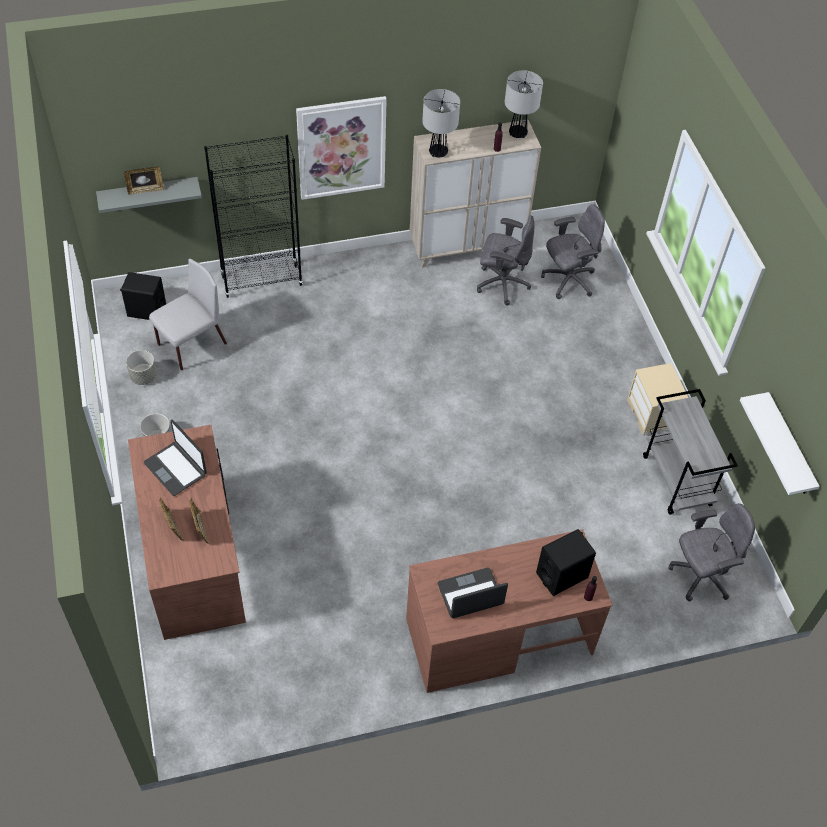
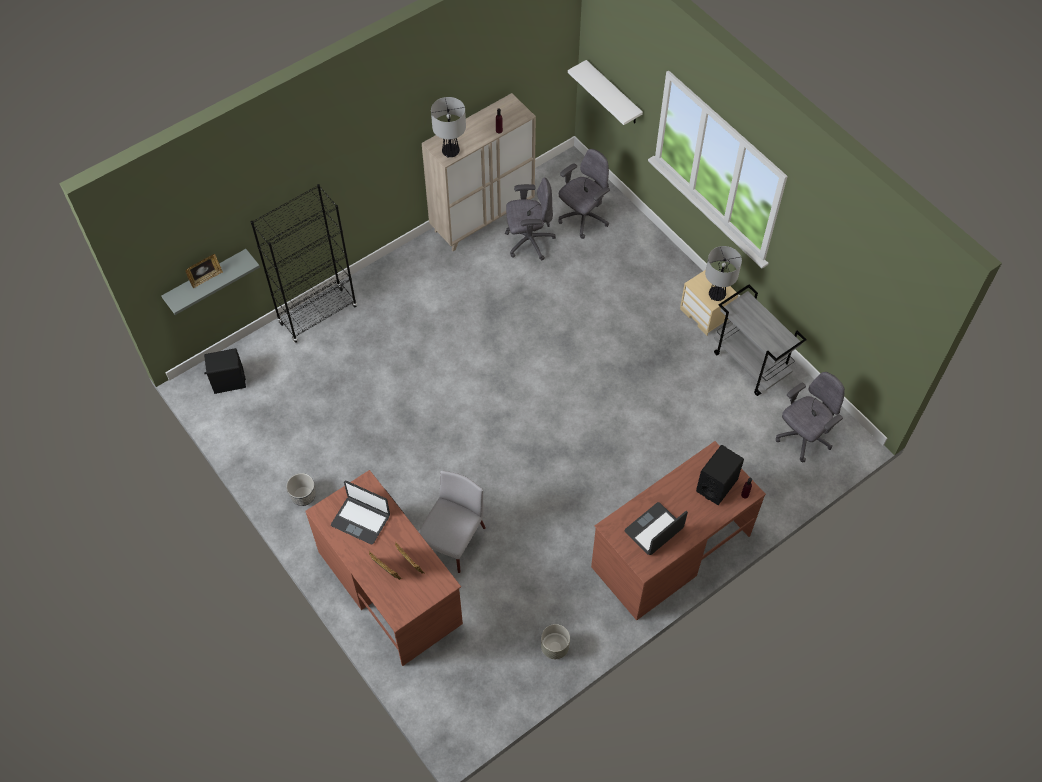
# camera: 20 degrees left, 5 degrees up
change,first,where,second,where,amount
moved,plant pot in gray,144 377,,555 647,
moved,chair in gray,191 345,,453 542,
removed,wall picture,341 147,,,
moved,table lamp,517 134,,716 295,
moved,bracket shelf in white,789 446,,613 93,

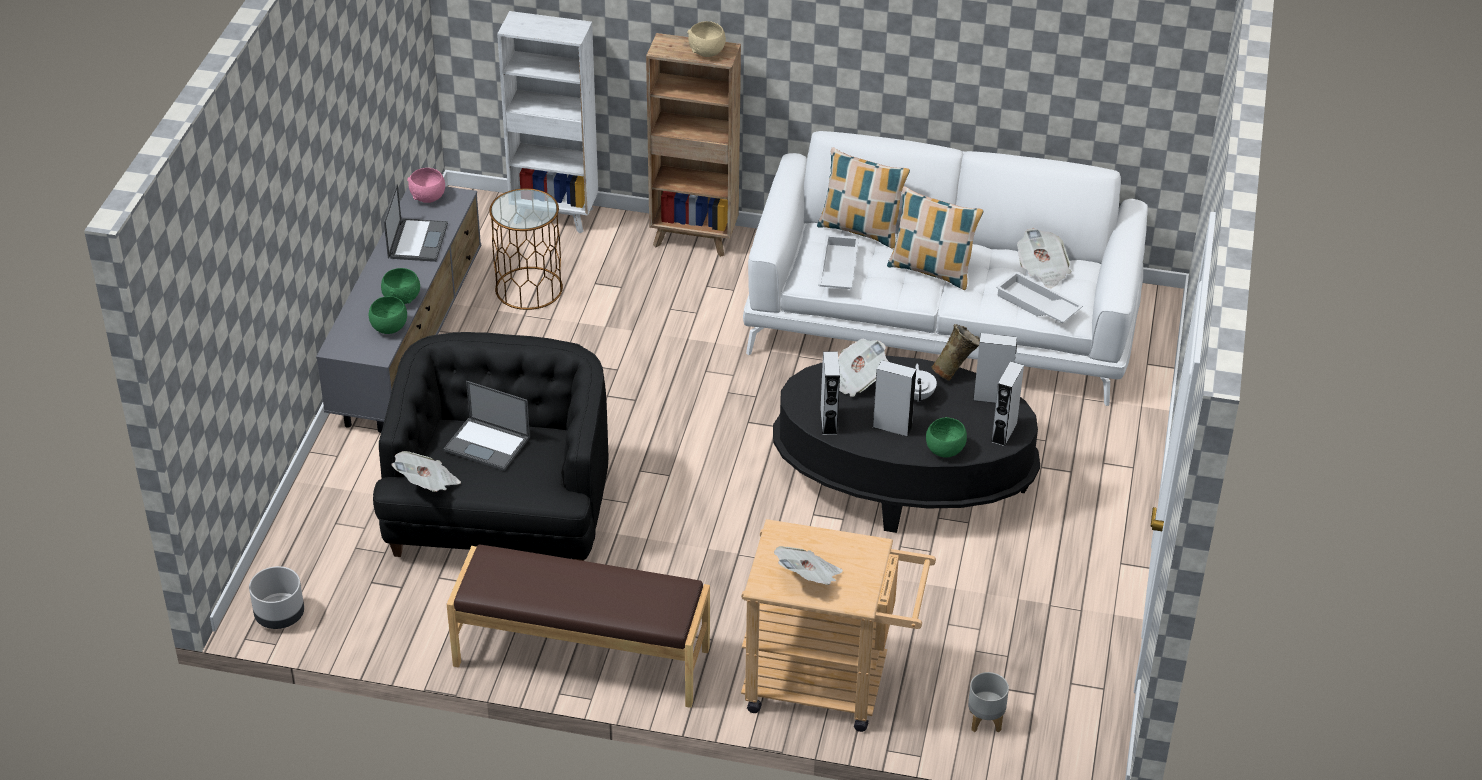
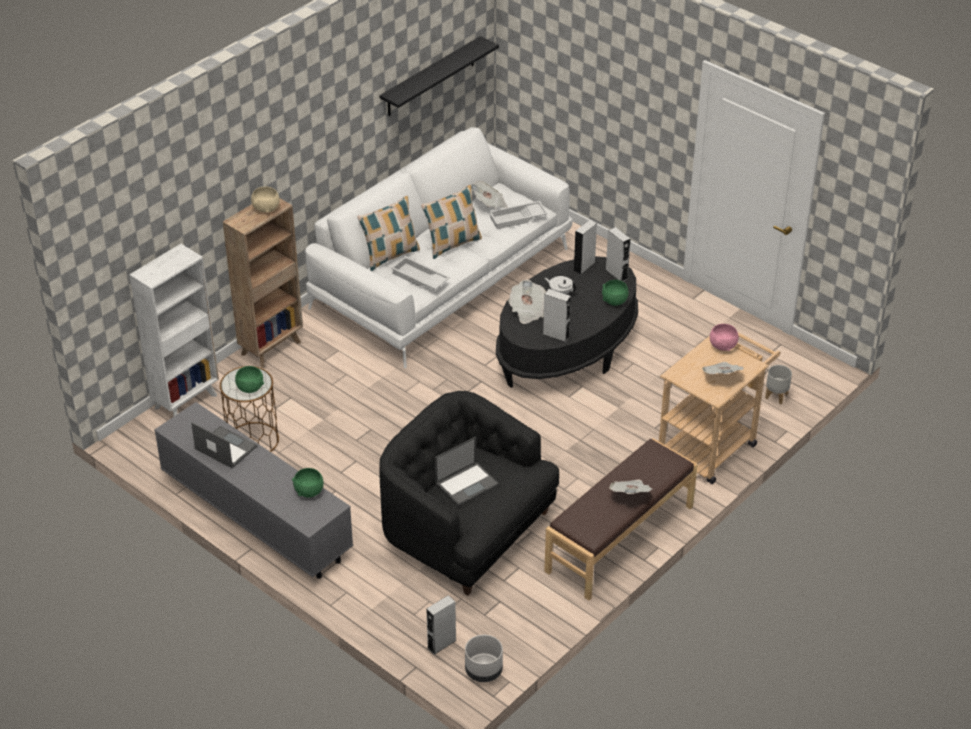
# camera: 60 degrees left, 0 degrees up
change,first,where,second,where,amount
moved,serving bowl in green,402 298,,250 388,
moved,printed paper,427 484,,630 495,
moved,serving bowl in pink,428 197,,723 346,
moved,speaker in gray,892 427,,441 644,
removed,decorative vase in sand-coloured,955 372,,,
added,,,bracket shelf in blackish,431 77,

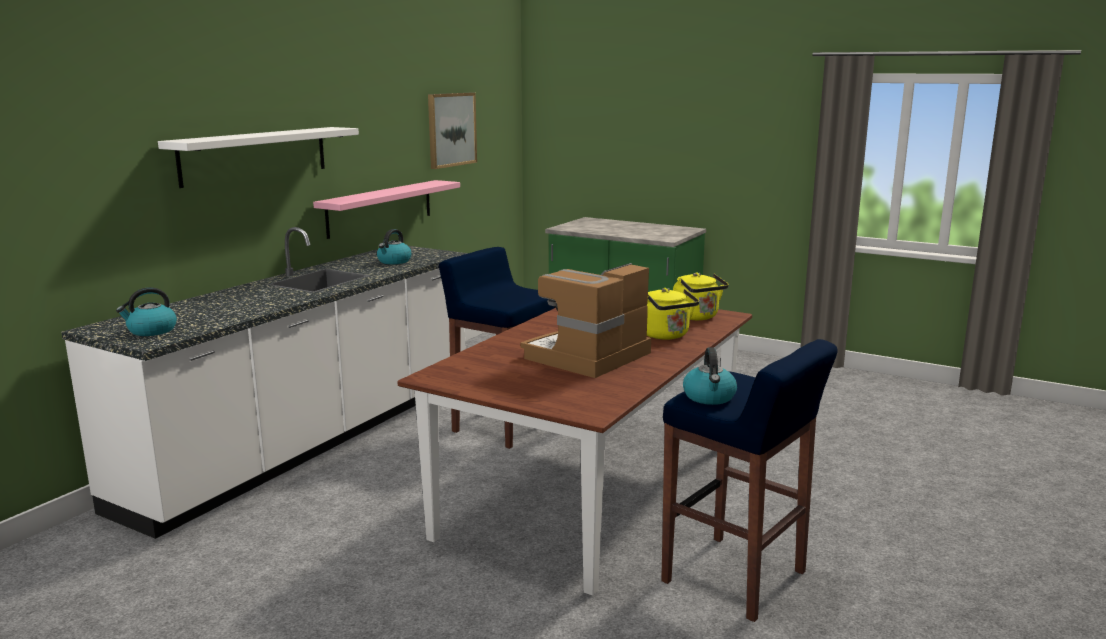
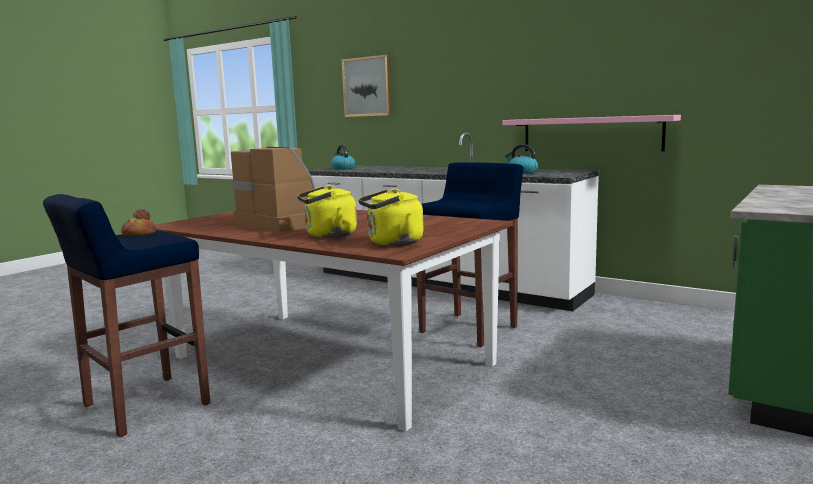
# camera: 95 degrees right, 5 degrees down
change,first,where,second,where,amount
removed,bracket shelf in white,255 155,,,
moved,wall picture,451 129,,367 87,
replaced,water kettle,709 397,bread,139 234,

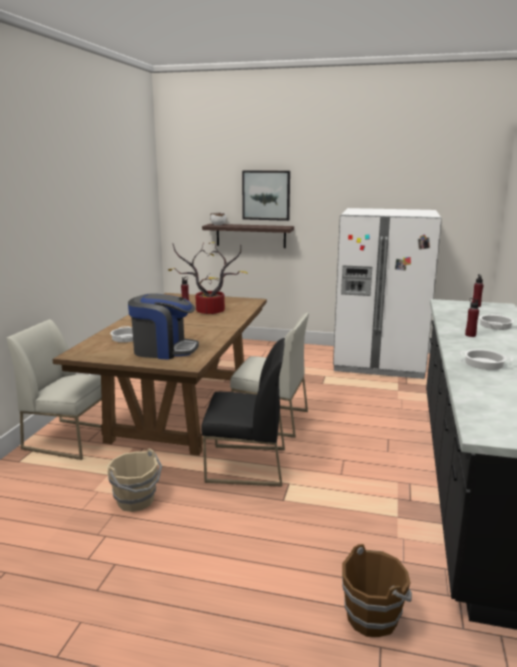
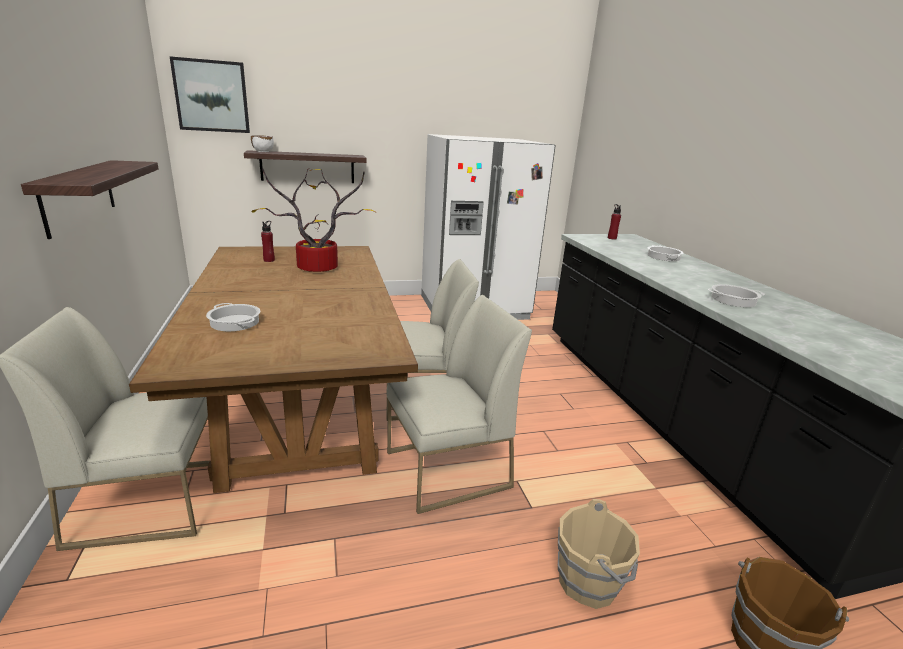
# camera: 30 degrees left, 5 degrees up
change,first,where,second,where,amount
moved,pail in sand-coloured,136 500,,589 582,
removed,coffee brewer,164 350,,,
recoloured,chair in blackish,245 465,chair in white,447 470,
moved,wall picture,266 195,,212 96,
removed,drink bottle in reddish,470 335,,,
added,,,bracket shelf,79 195,

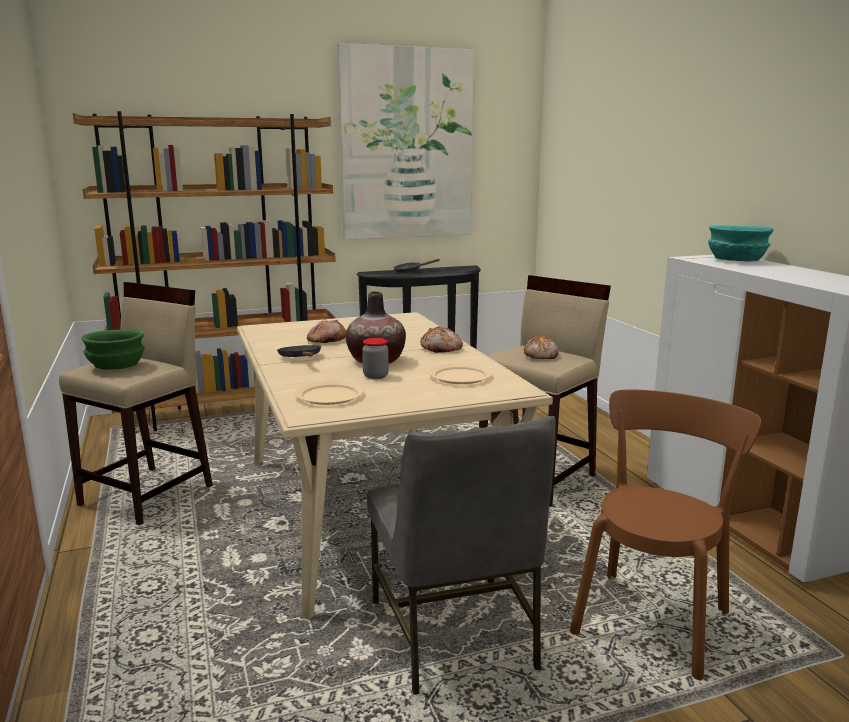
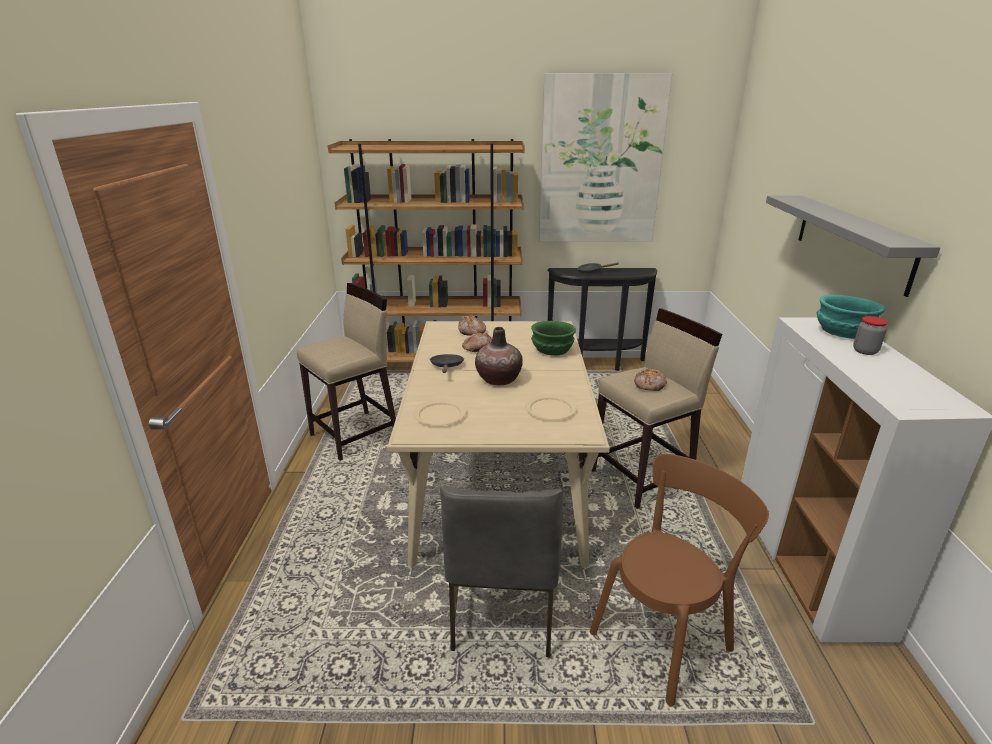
# camera: 20 degrees right, 10 degrees up
change,first,where,second,where,amount
moved,serving bowl in green,115 366,,551 350,
moved,storage jar,375 376,,865 351,
moved,bread,441 348,,471 331,
added,,,bracket shelf in gray,852 240,

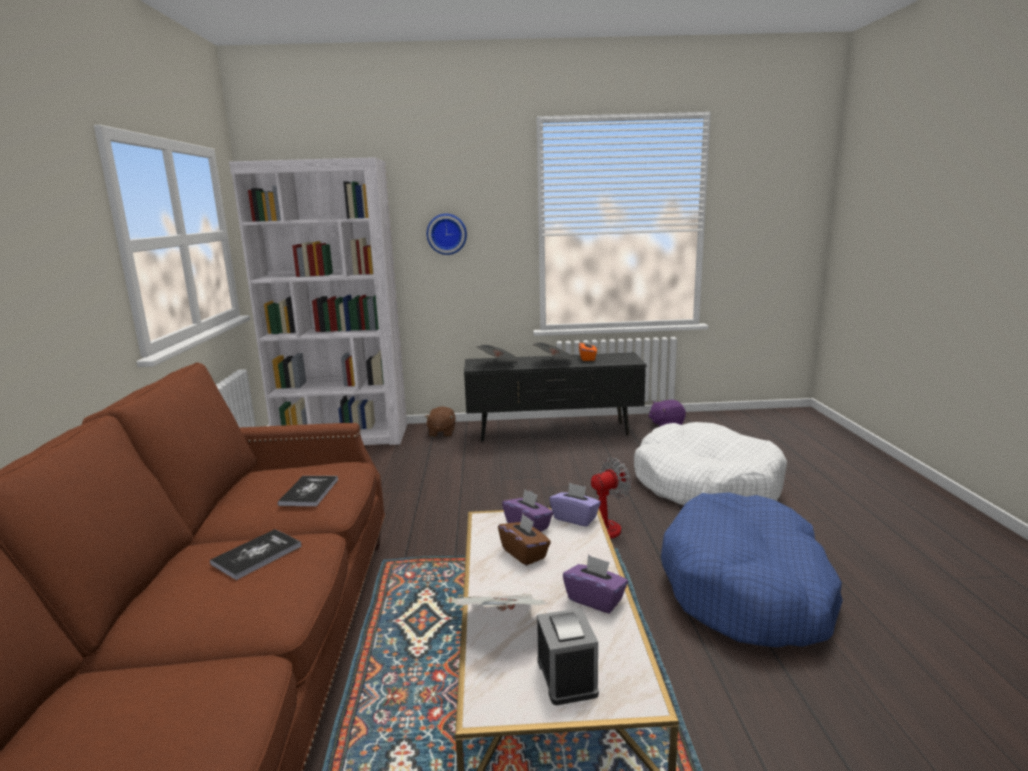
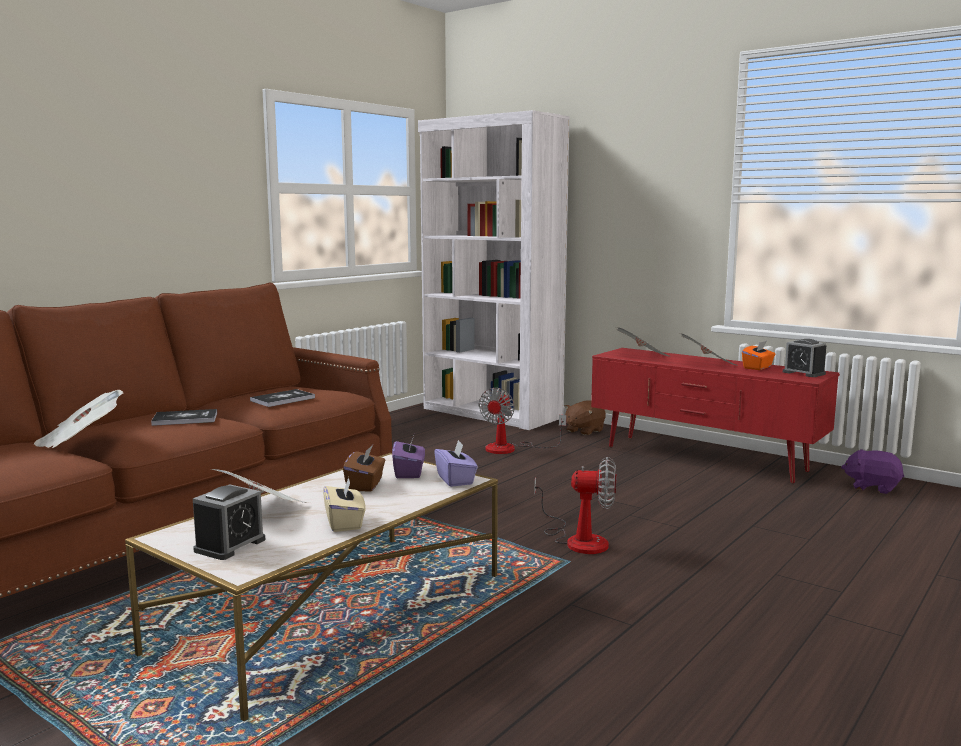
# camera: 40 degrees right, 5 degrees down
change,first,where,second,where,amount
removed,hanging clock,446 234,,,
recoloured,tv stand in blackish,553 432,tv stand in reddish,703 459,
recoloured,box of tissues in purple-coloured,595 599,box of tissues in sand-coloured,344 522,
removed,dog cushion in white,706 486,,,
removed,dog cushion in bluish,747 588,,,
added,,,printed paper,80 441,
added,,,electric fan,511 448,
added,,,table clock,803 373,

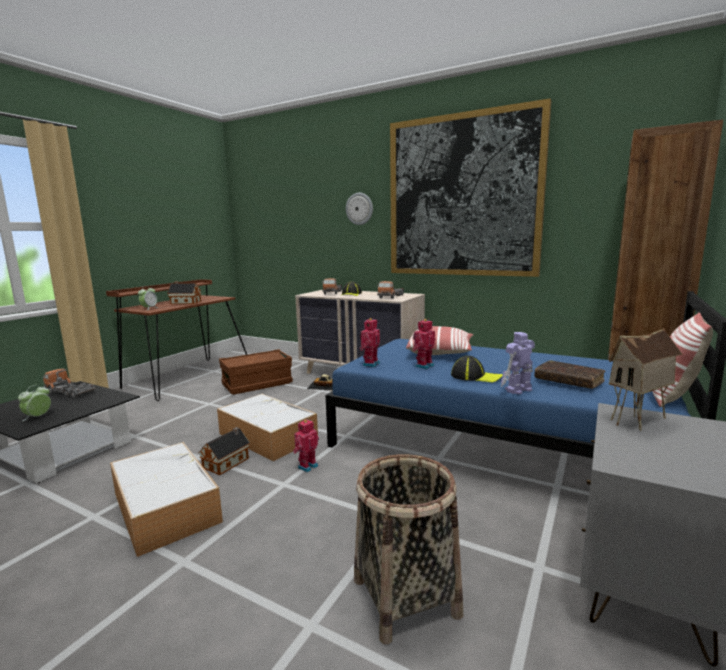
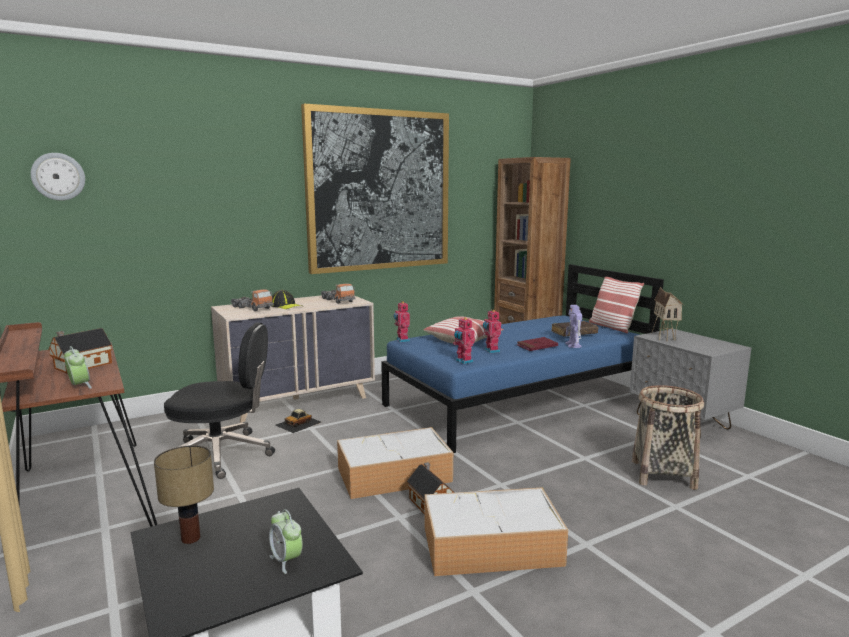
# camera: 60 degrees left, 0 degrees up
change,first,where,second,where,amount
replaced,toy truck,70 392,table lamp,191 538,
replaced,storage box in brownish,257 384,computer chair in blackish,222 454,
moved,robot figure,307 466,,402 340,
moved,hanging clock,359 208,,58 176,
replaced,baseball cap,475 376,bound book in reddish,537 346,

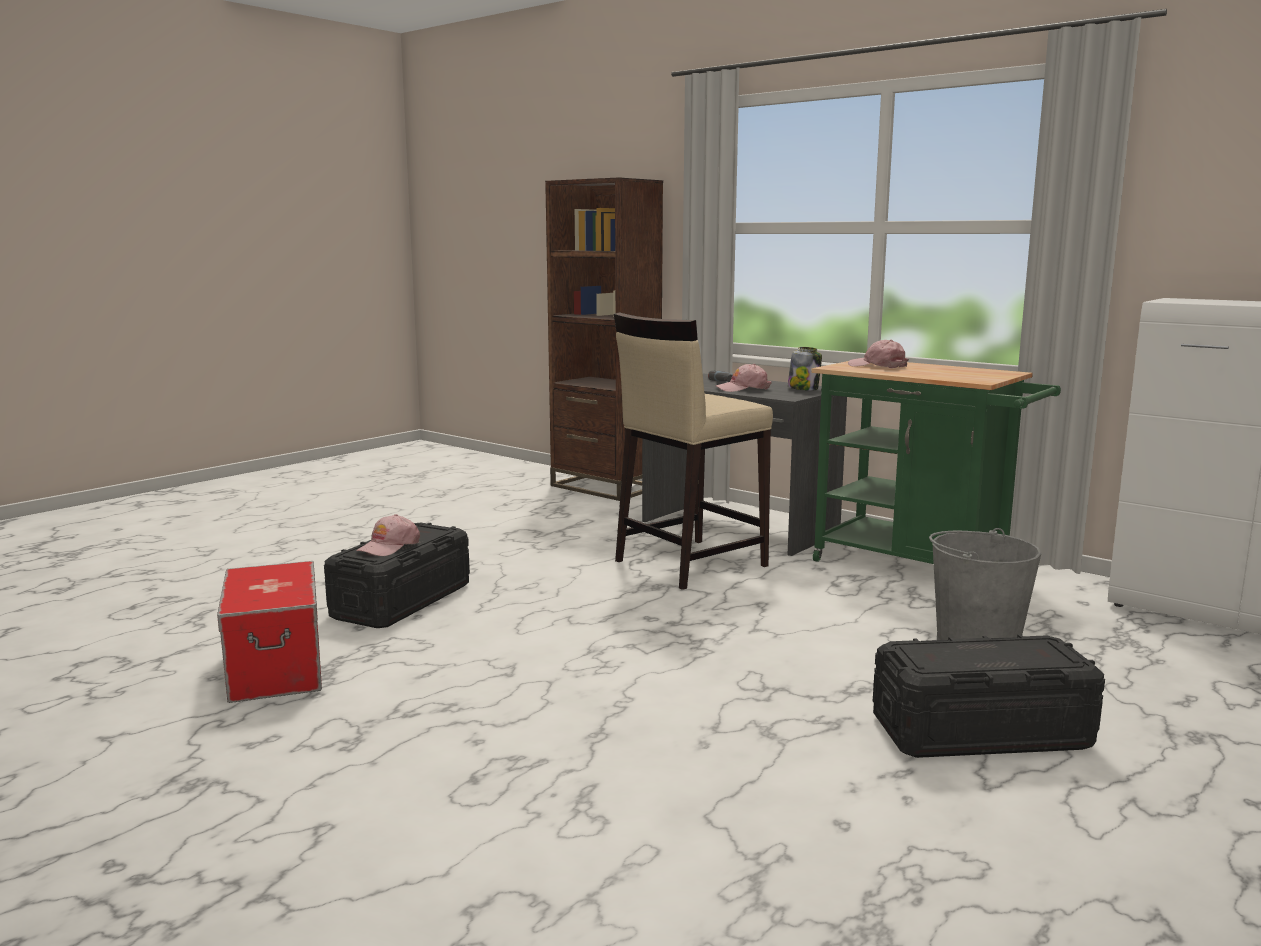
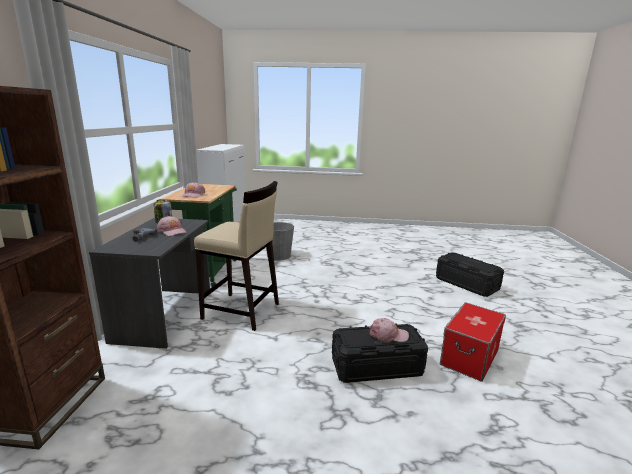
# camera: 125 degrees left, 5 degrees up
change,first,where,second,where,amount
moved,storage box in blackish,981 732,,466 284,

